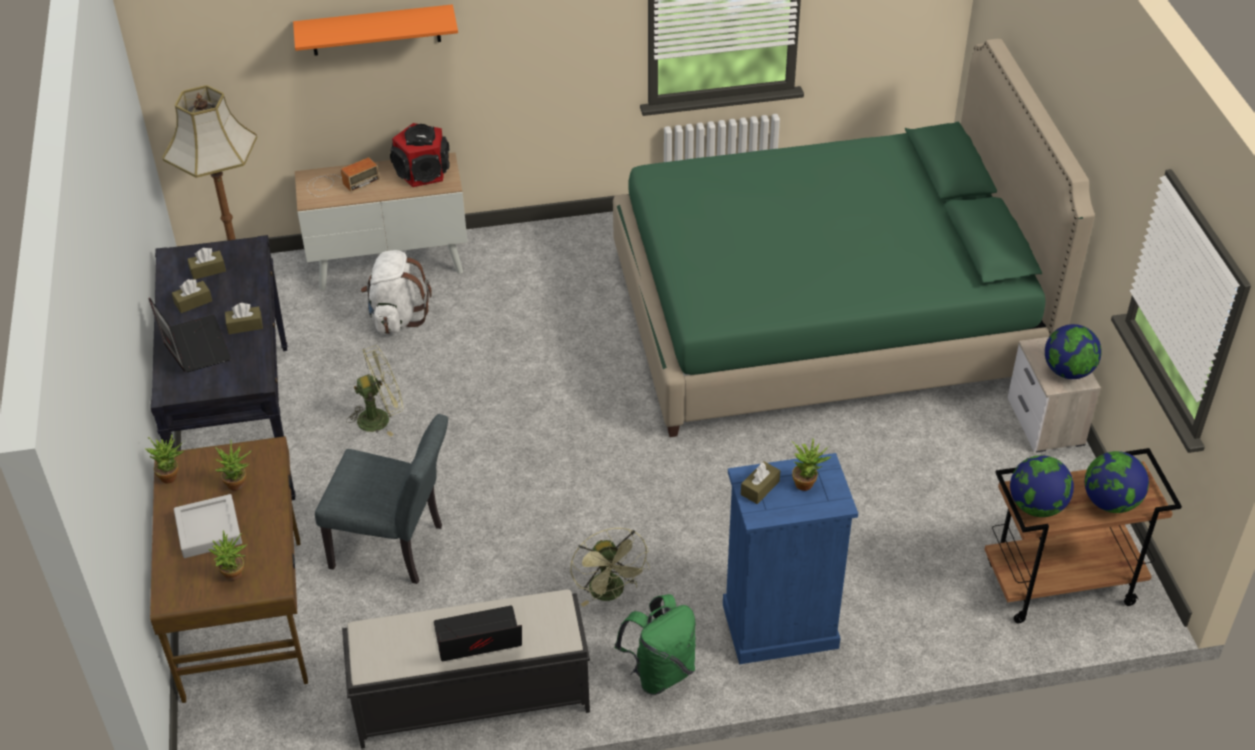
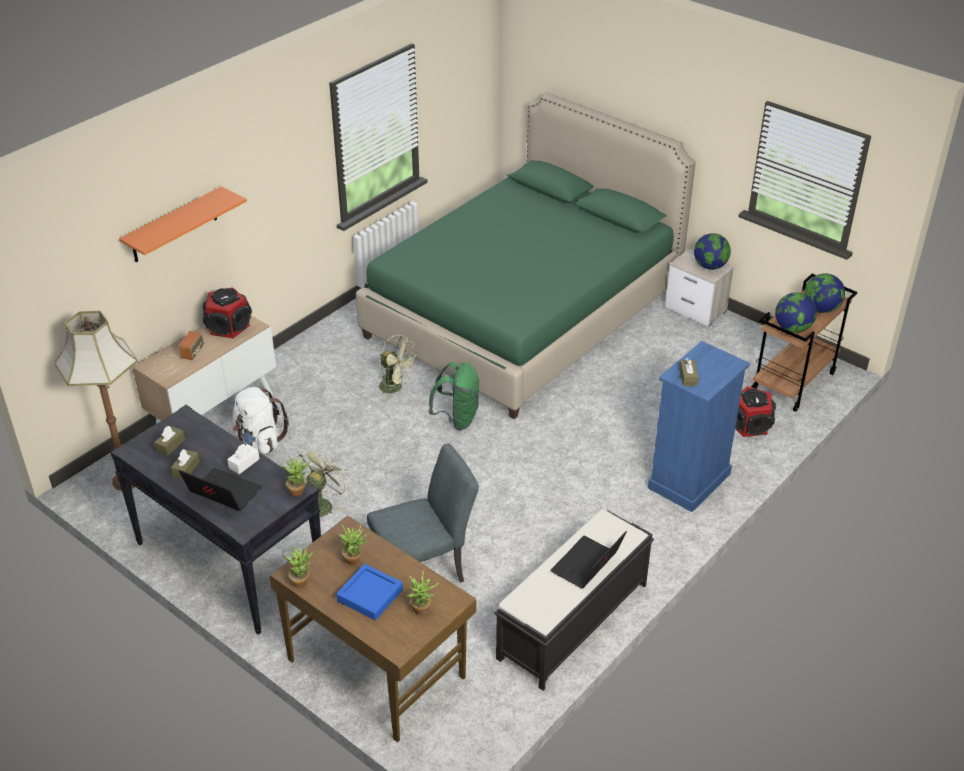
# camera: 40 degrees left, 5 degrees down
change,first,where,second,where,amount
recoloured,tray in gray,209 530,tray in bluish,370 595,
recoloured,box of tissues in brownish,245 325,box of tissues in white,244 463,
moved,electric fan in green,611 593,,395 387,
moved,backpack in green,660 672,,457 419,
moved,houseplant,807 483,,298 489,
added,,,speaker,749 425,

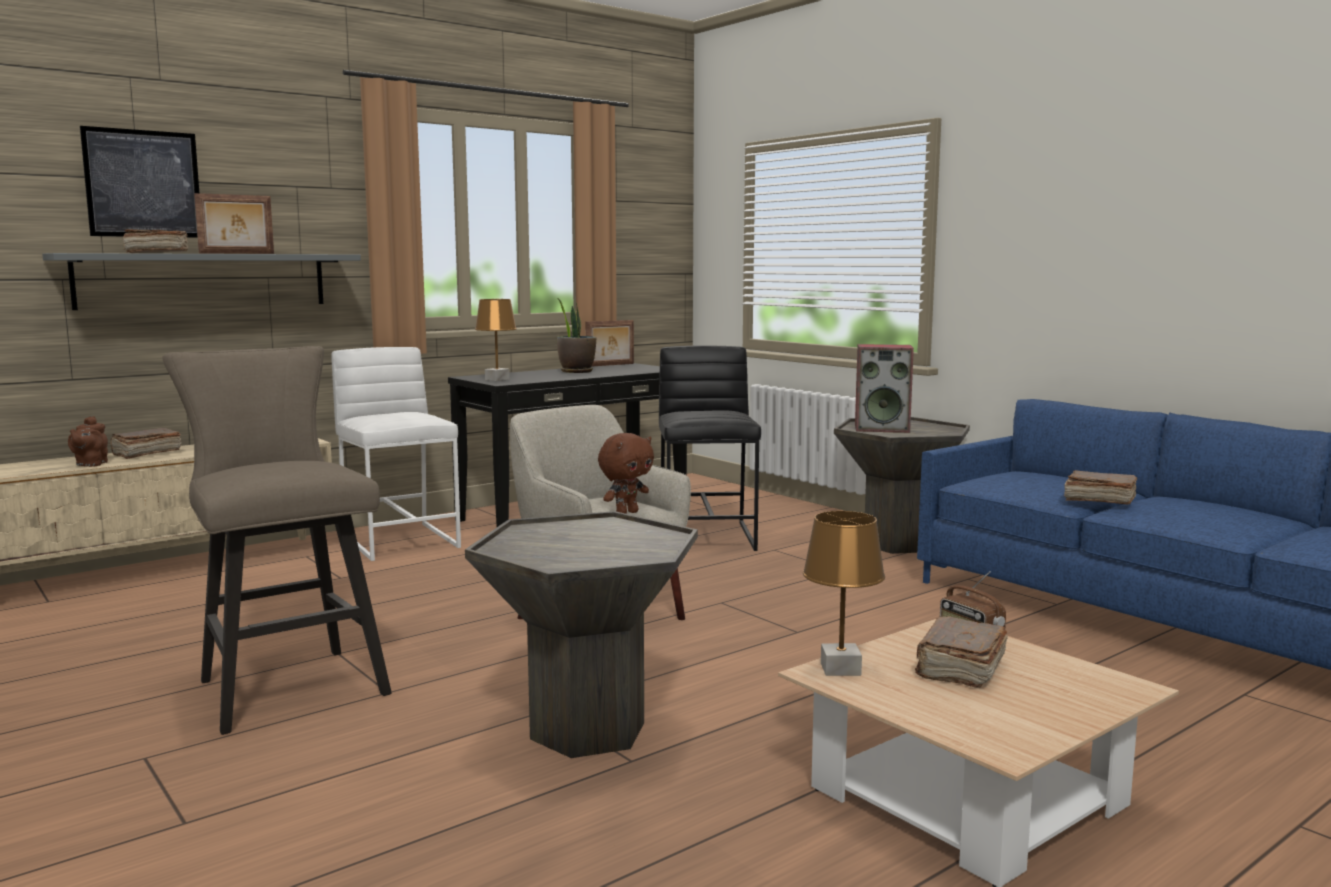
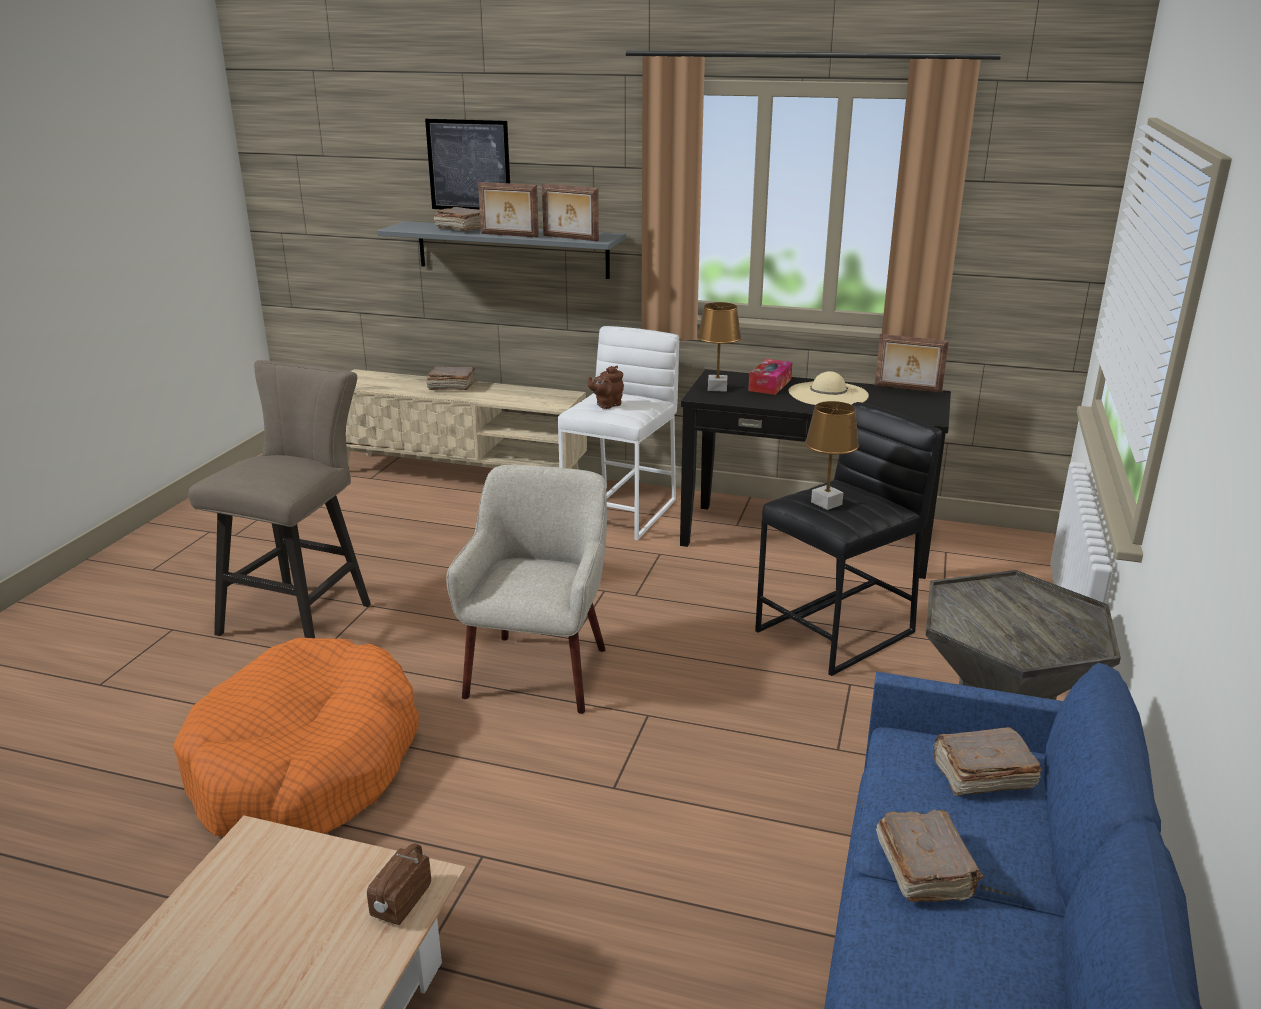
# camera: 55 degrees right, 15 degrees up
change,first,where,second,where,amount
moved,tea pot in brownish,90 464,,607 405,
replaced,end table in gray,587 731,dog cushion in orange,306 765,
replaced,houseplant,576 372,clothing hat in sand-coloured,828 394,
removed,soft toy in brownish,626 513,,,
moved,table lamp in brownish,840 669,,826 503,
removed,speaker,882 428,,,
moved,bound book in brownish,959 669,,981 776,
added,,,standing frame,570 238,
added,,,box of tissues,770 385,

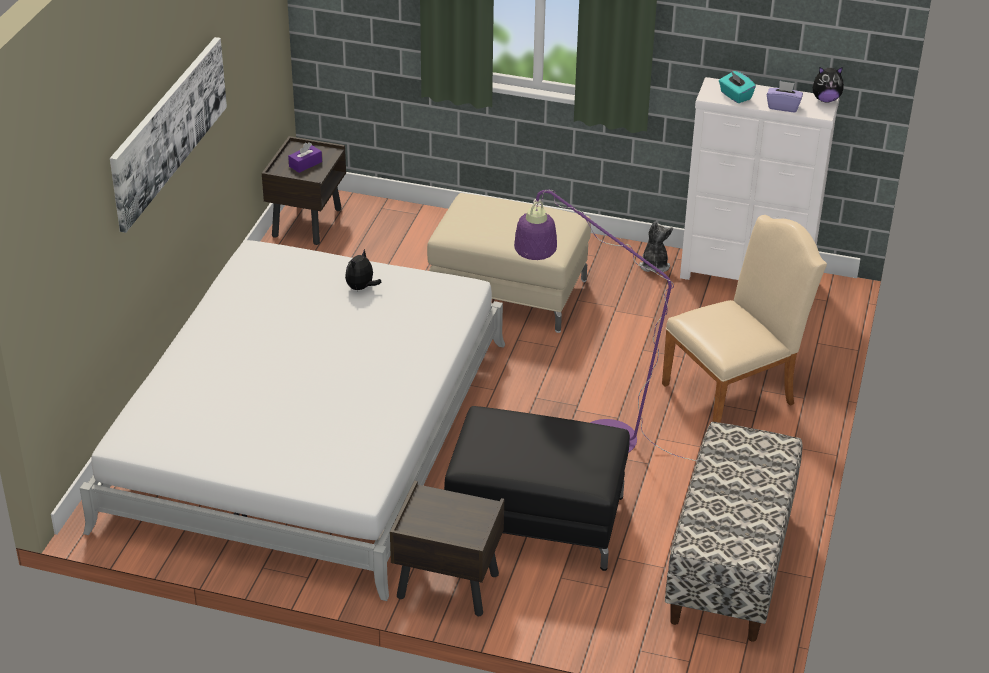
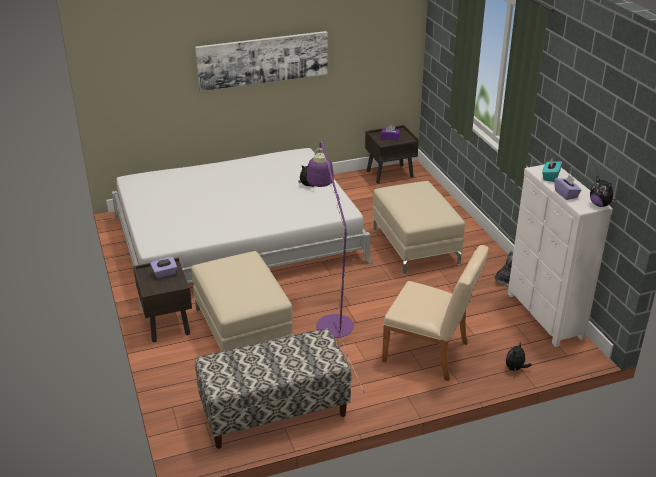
# camera: 55 degrees right, 5 degrees down
change,first,where,second,where,amount
recoloured,footrest in blackish,535 521,footrest in sand-coloured,242 329,
added,,,box of tissues in purple-coloured,165 273,
added,,,soft toy,515 368,

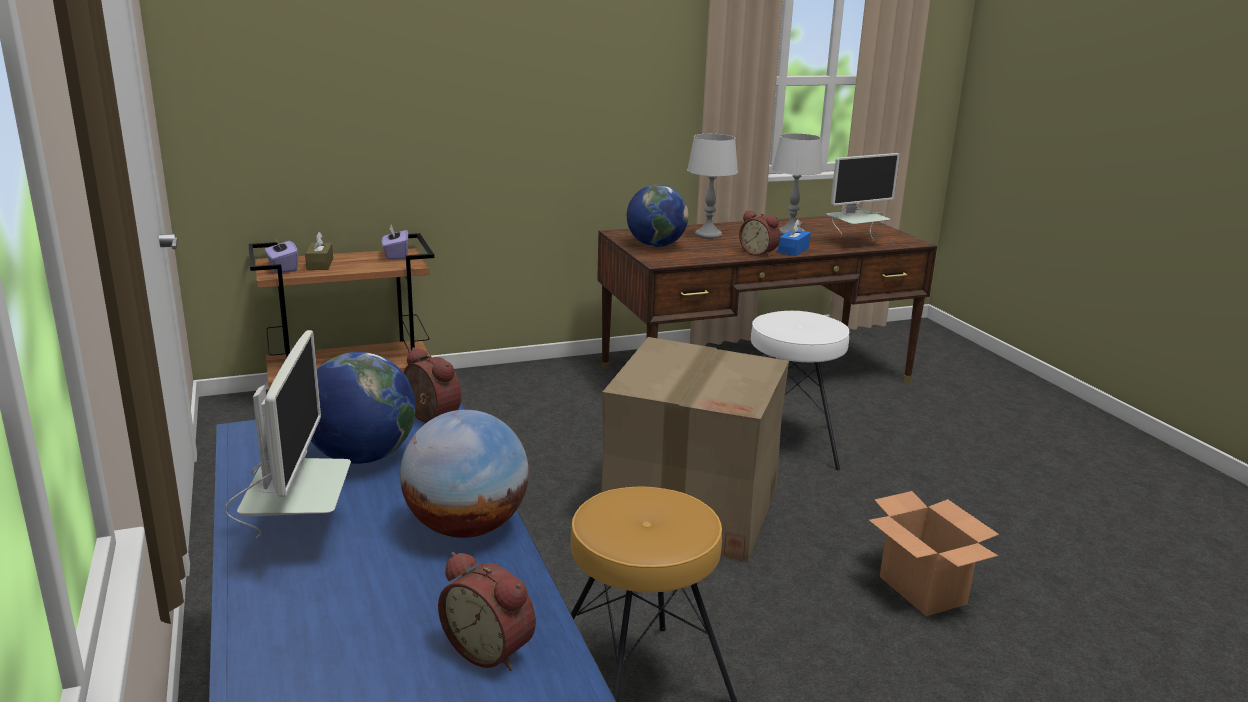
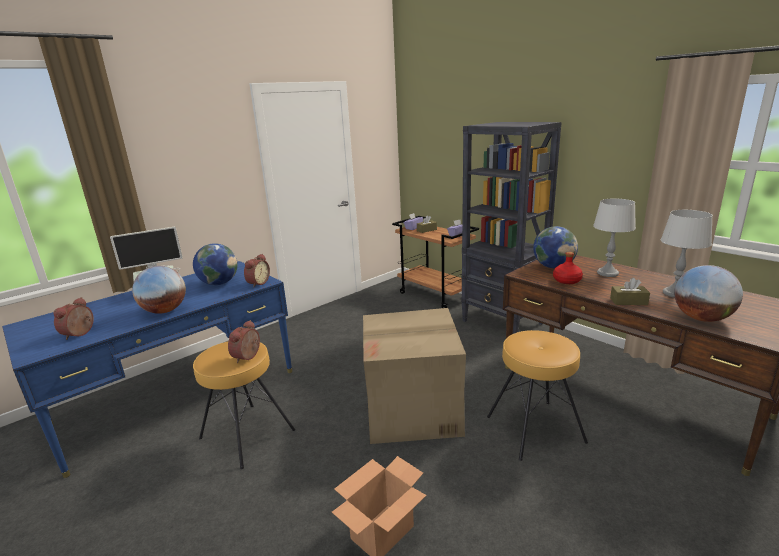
# camera: 70 degrees right, 0 degrees up
change,first,where,second,where,amount
moved,table clock,759 253,,248 357,
recoloured,sitting stool in white,789 443,sitting stool in brownish,534 428,
recoloured,box of tissues in bluish,793 250,box of tissues in brownish,628 301,
replaced,computer display,854 243,globe,701 318,
added,,,bookcase in blackish,502 322,
added,,,drink bottle in reddish,566 280,

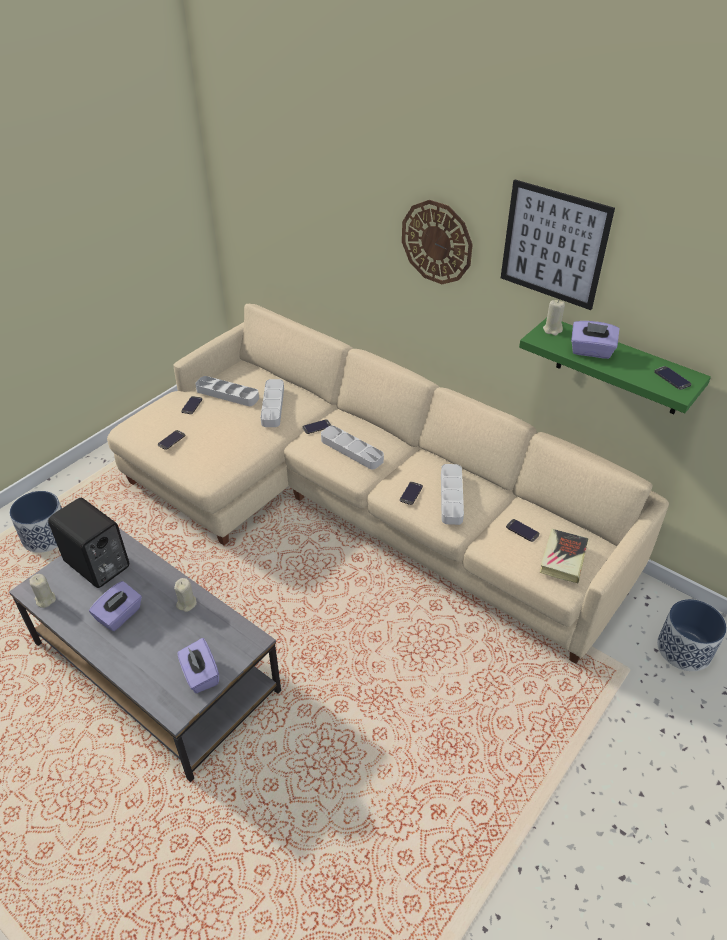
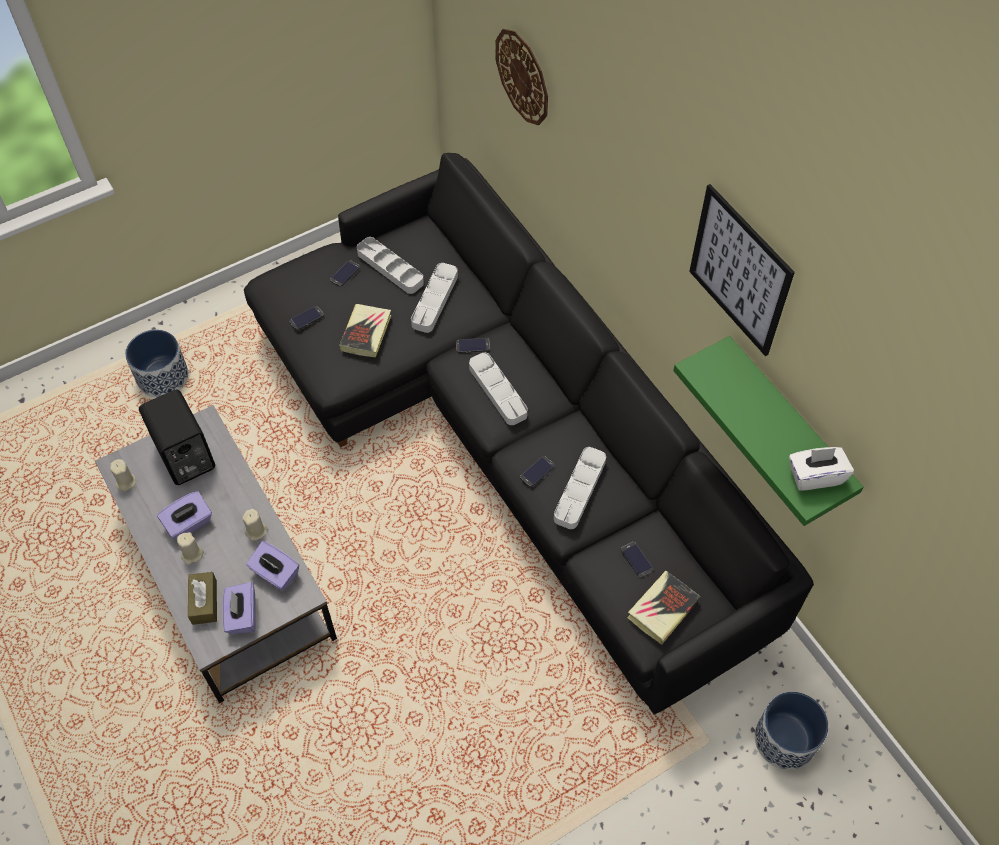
# camera: 20 degrees right, 15 degrees up
change,first,where,second,where,amount
recoloured,couch in sand-coloured,357 502,couch in blackish,507 435,
moved,hanging clock,437 242,,523 76,
moved,wax candle in sand-coloured,552 330,,192 554,
moved,box of tissues in purple-coloured,591 351,,275 574,
replaced,phone,672 378,box of tissues in white,815 476,
added,,,box of tissues in brownish,204 602,
added,,,bound book,366 333,

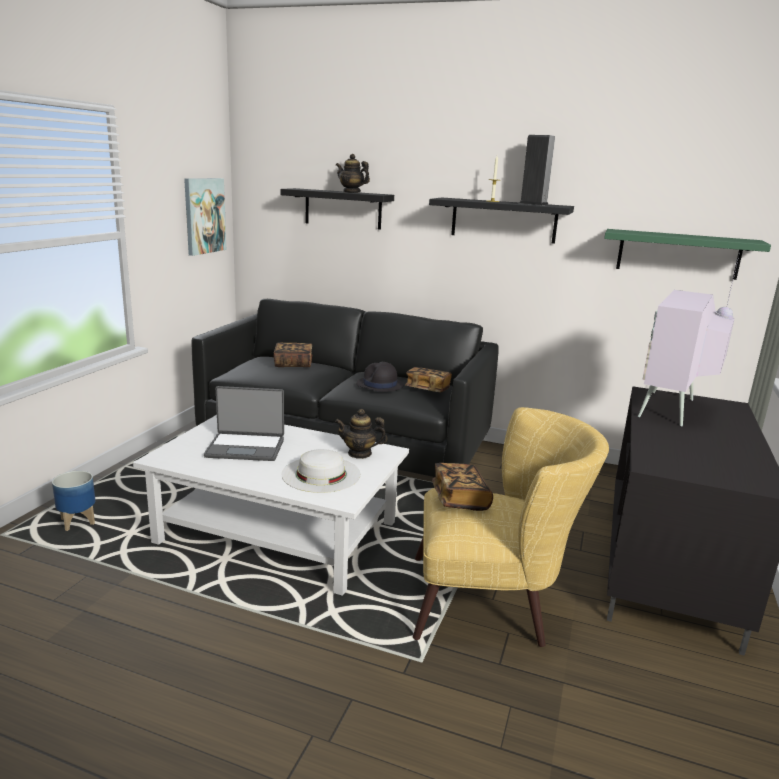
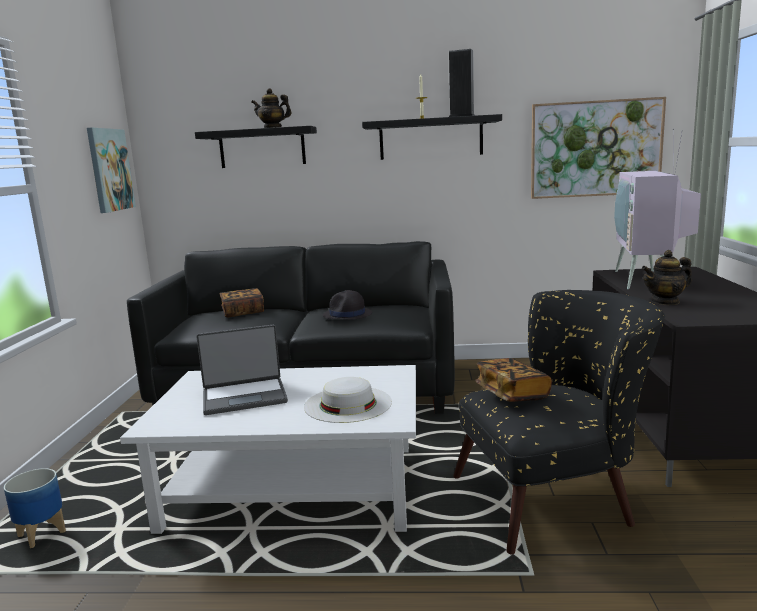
# camera: 15 degrees left, 5 degrees down
change,first,where,second,where,amount
moved,tea pot,360 453,,665 302,
removed,bound book,427 389,,,
recoloured,easy chair in yellow-coloured,493 602,easy chair in blackish,556 498,
replaced,bracket shelf in green,678 254,wall picture,595 149,

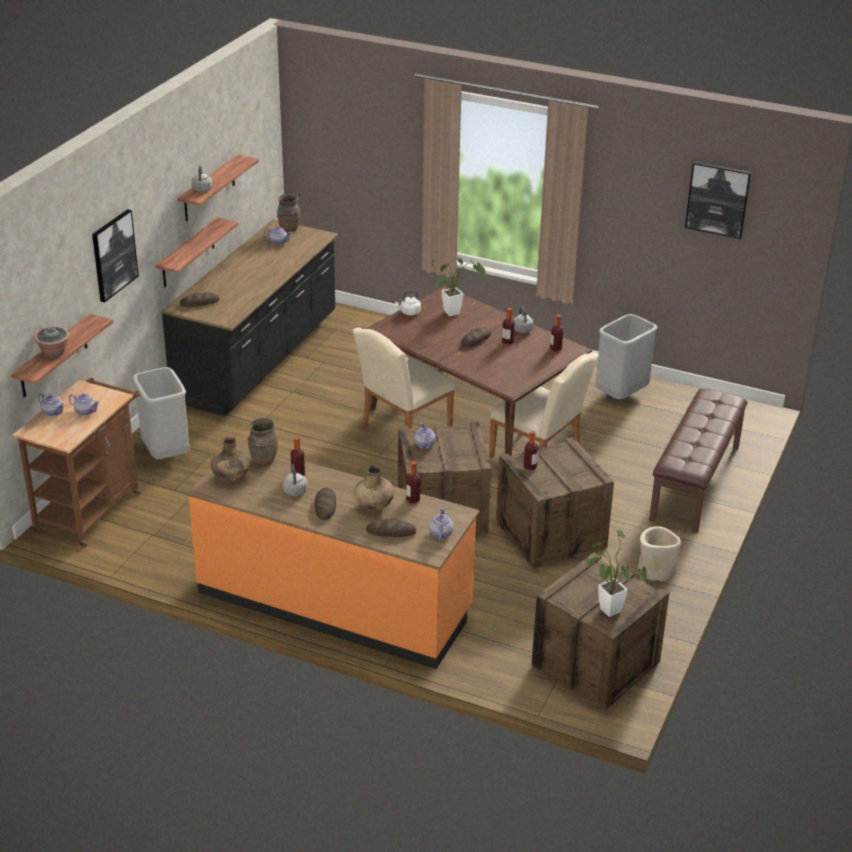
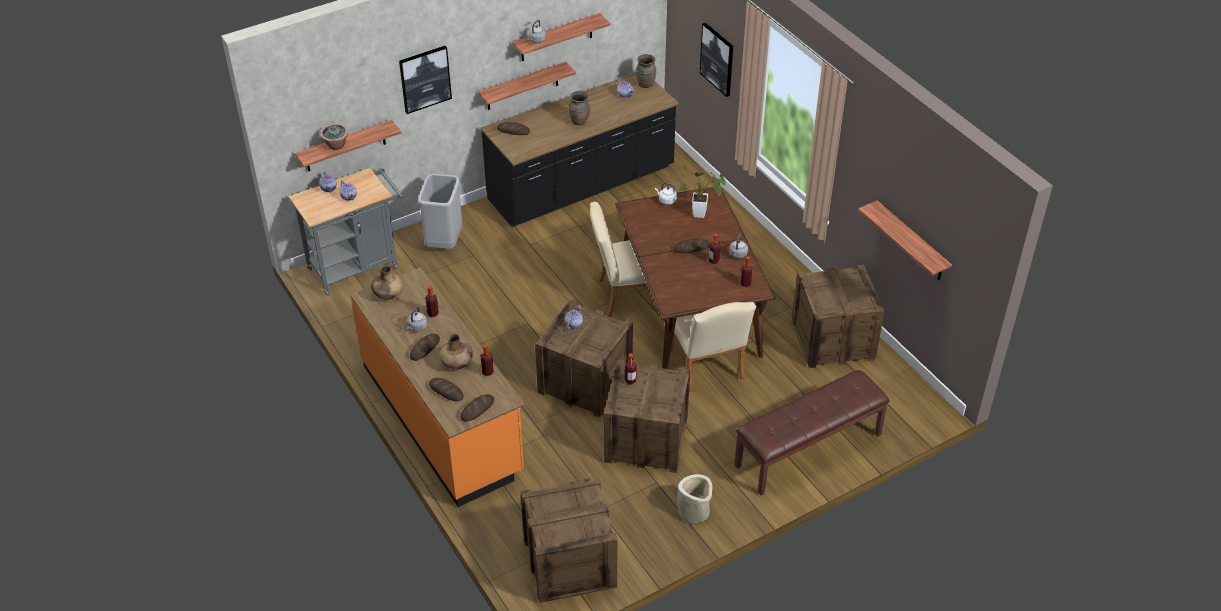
# camera: 35 degrees right, 10 degrees up
change,first,where,second,where,amount
recoloured,trolley in brownish,92 508,trolley in gray,358 266,
moved,decorative vase in brownish,263 461,,579 121,
replaced,tea pot,440 533,bread,477 409,
removed,houseplant,607 607,,,
replaced,rubbish bin in gray,621 394,crate,832 340,
moved,wall picture,718 199,,717 59,
added,,,bracket shelf,911 242,

